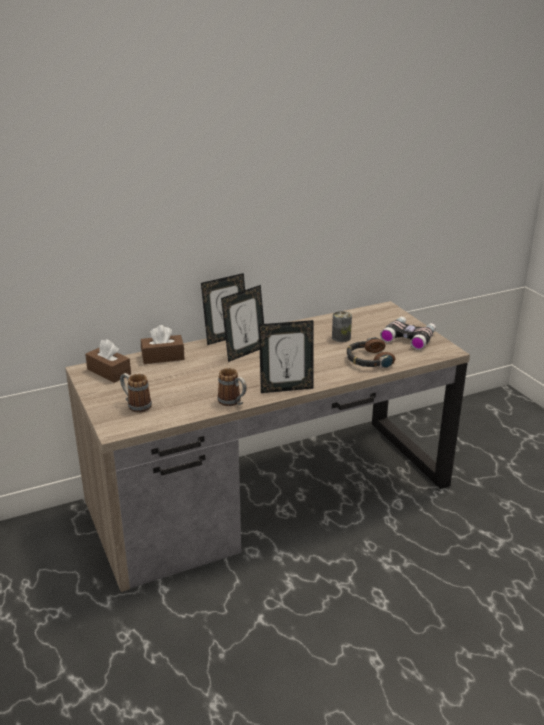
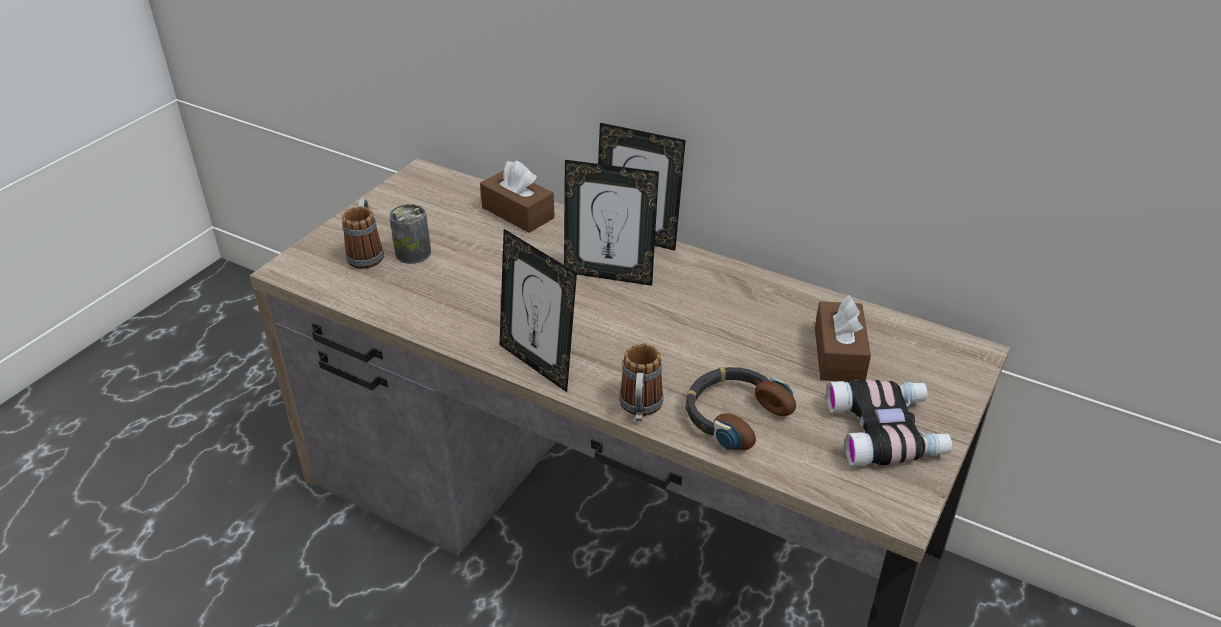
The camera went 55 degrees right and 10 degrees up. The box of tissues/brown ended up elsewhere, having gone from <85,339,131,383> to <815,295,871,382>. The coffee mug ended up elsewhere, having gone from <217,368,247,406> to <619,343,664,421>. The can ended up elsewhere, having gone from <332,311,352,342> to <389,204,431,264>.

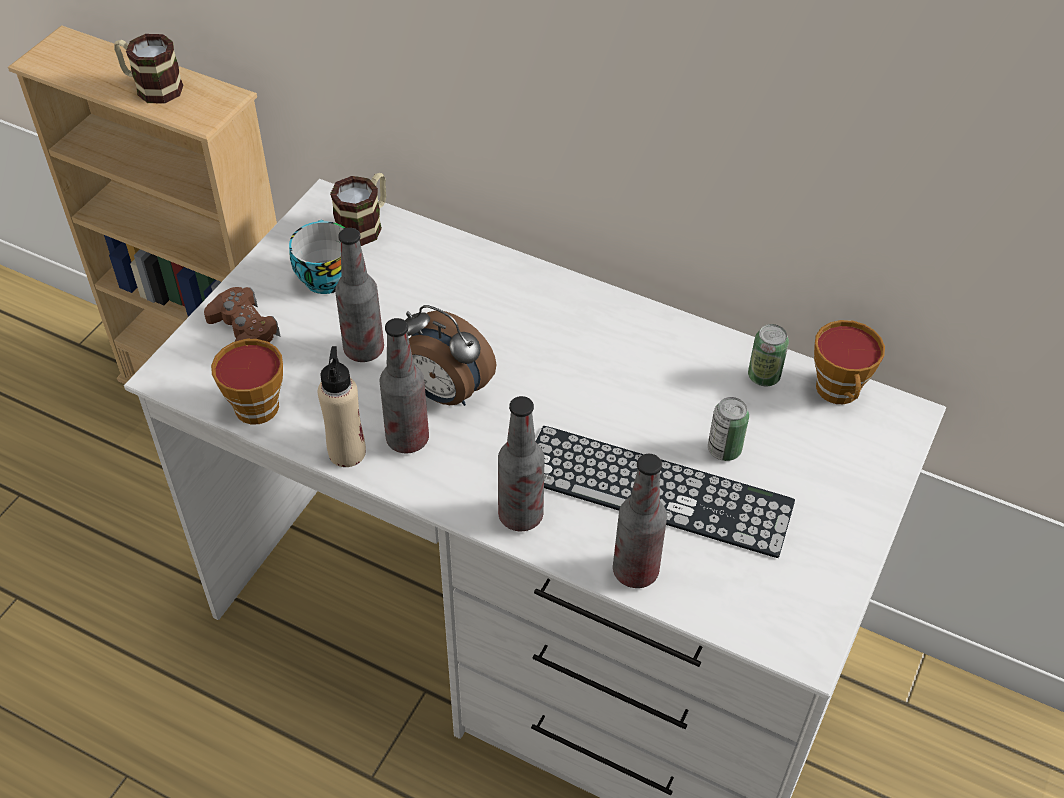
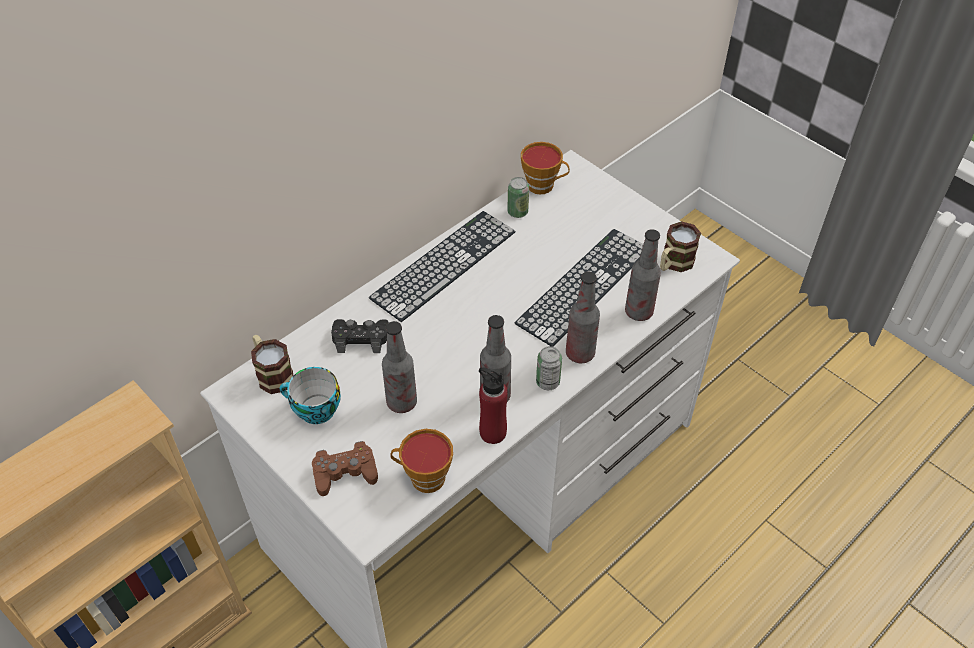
The camera went 70 degrees left and 0 degrees up. The second view lost the table clock at <405,305,496,406>. The second view gained the joypad/black at <331,319,389,353>. The second view gained the PC keyboard at <369,211,516,322>. The coffee mug ended up elsewhere, having gone from <114,34,183,104> to <660,221,701,272>. The can ended up elsewhere, having gone from <708,397,749,461> to <536,346,562,390>. What was the bottle/sand-coloured at <318,346,366,467> turned into the bottle/red at <479,367,508,444>.

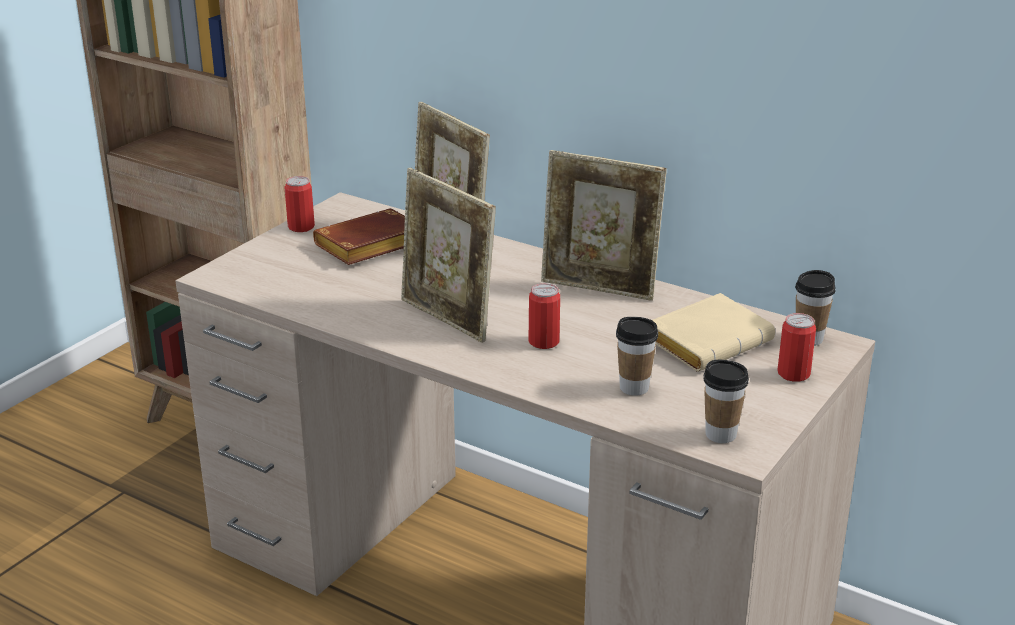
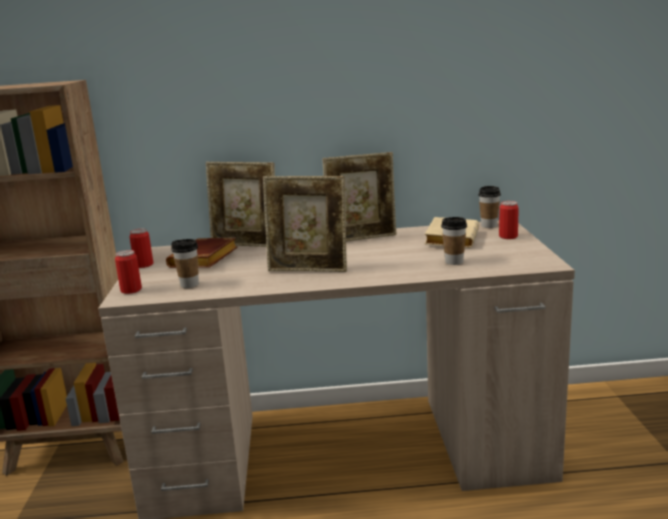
The camera went 35 degrees left and 10 degrees down. The can ended up elsewhere, having gone from <529,283,560,349> to <115,250,142,294>. The cup ended up elsewhere, having gone from <703,360,749,443> to <171,239,199,288>.

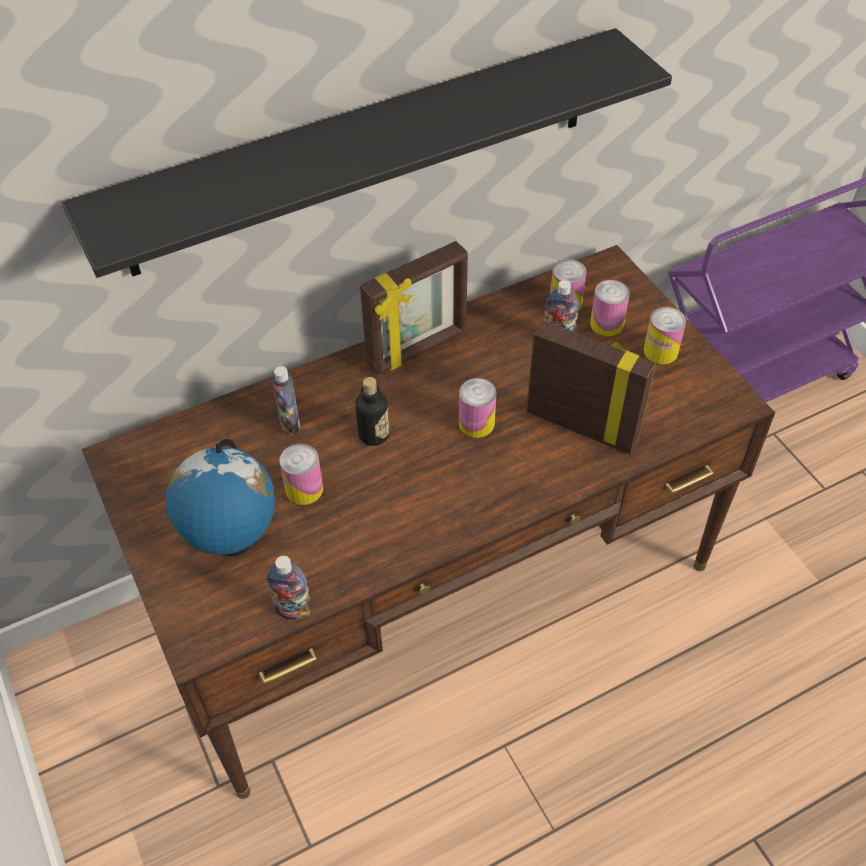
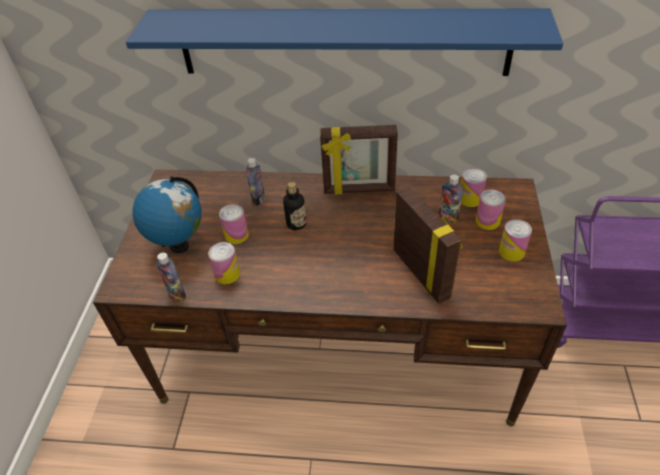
The camera went 35 degrees right and 5 degrees down. The can ended up elsewhere, having gone from <459,378,496,438> to <208,242,240,284>. What was the wall shelf/black at <62,28,672,278> turned into the wall shelf/bluish at <126,8,563,76>.

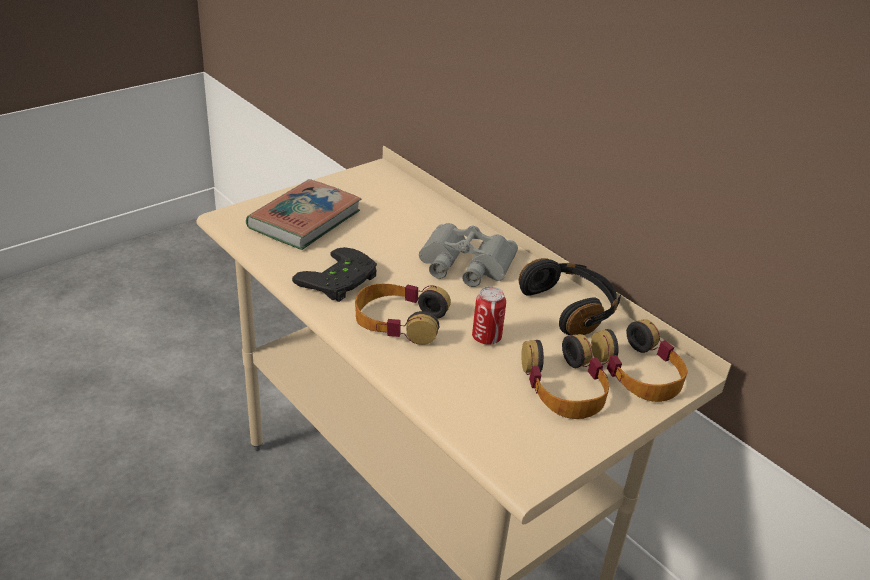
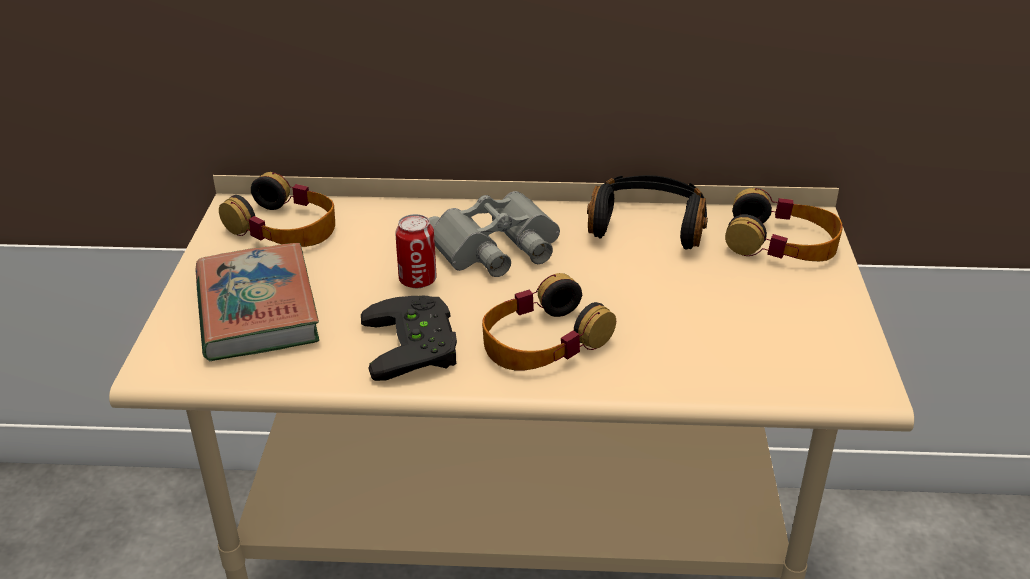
The camera went 45 degrees left and 0 degrees up. The can ended up elsewhere, having gone from <472,287,506,345> to <395,214,437,288>. The headphones ended up elsewhere, having gone from <521,334,609,419> to <219,172,335,247>.

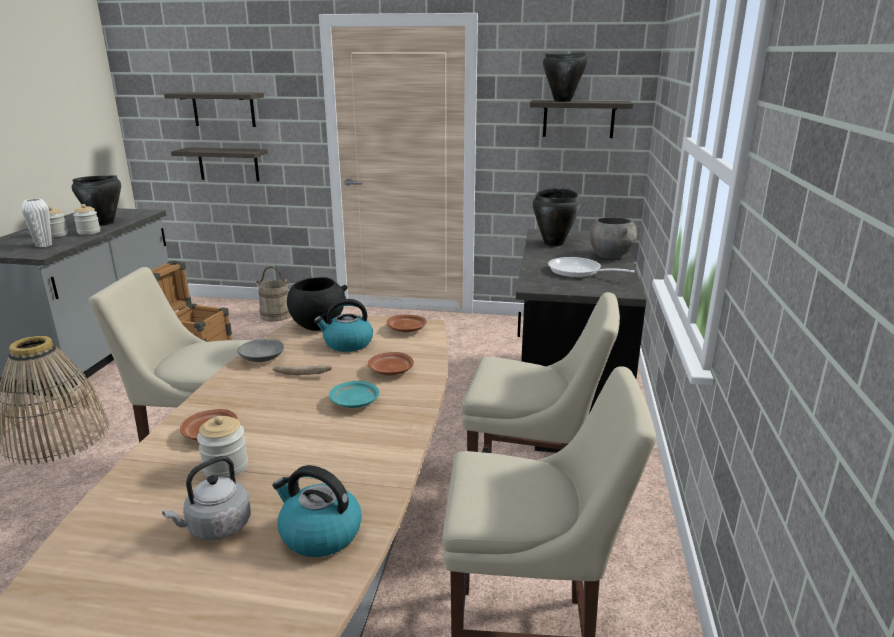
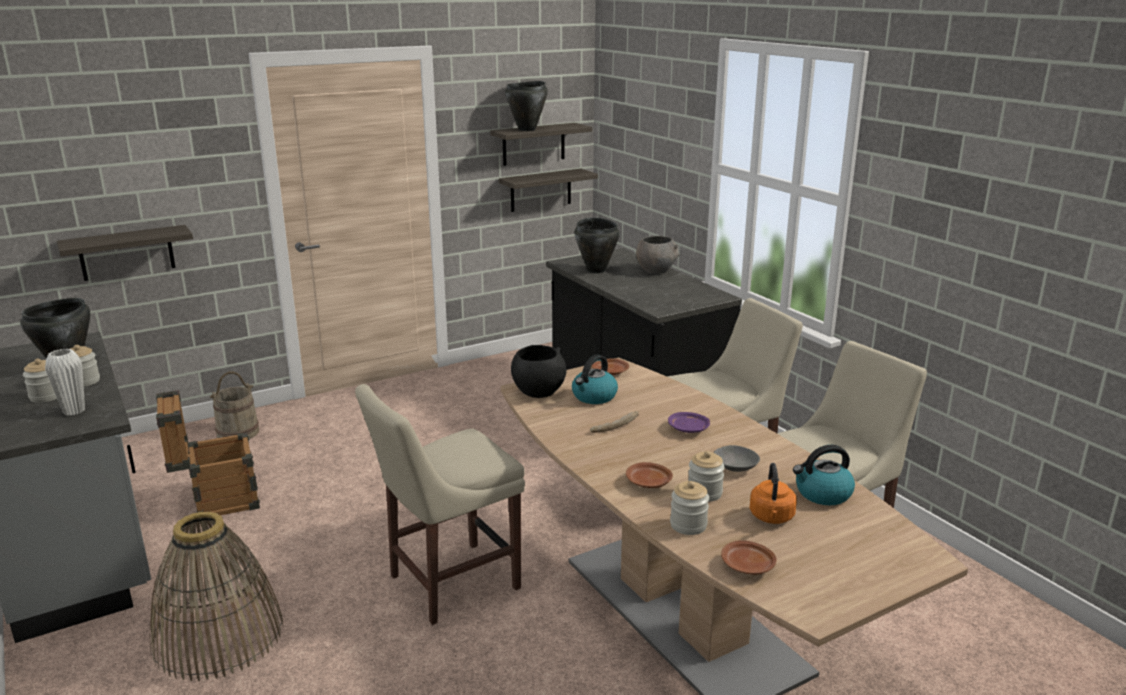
The camera went 40 degrees left and 0 degrees up. The second view lost the frying pan at <548,257,635,278>. The second view gained the preserve jar at <670,481,709,535>. The wall shelf ended up elsewhere, having gone from <164,92,264,127> to <499,169,598,212>. The deep dish/gray ended up elsewhere, having gone from <237,339,284,362> to <714,445,760,472>. The plate/brown ended up elsewhere, having gone from <368,352,414,375> to <721,540,777,575>. What was the kettle/gray at <162,456,251,540> turned into the kettle/orangey at <750,463,797,524>. What was the plate/turquoise-coloured at <329,381,380,408> turned into the plate/purple at <668,412,710,433>.

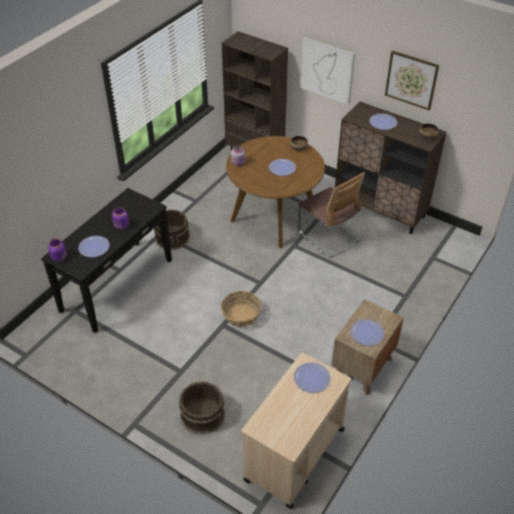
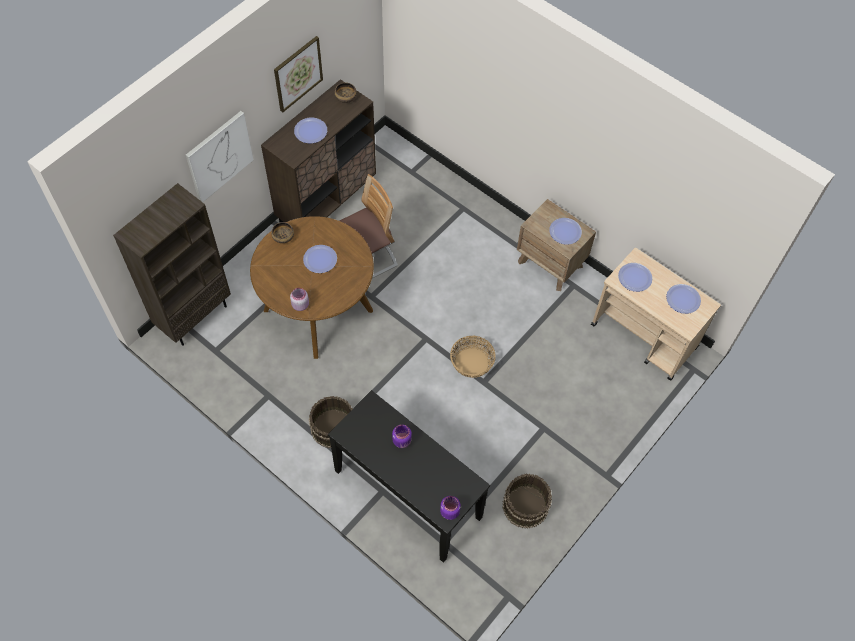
The camera went 85 degrees left and 15 degrees up. The plate ended up elsewhere, having gone from <78,236,110,257> to <666,284,701,314>. The bucket/brown ended up elsewhere, having gone from <179,381,225,434> to <502,473,552,529>.

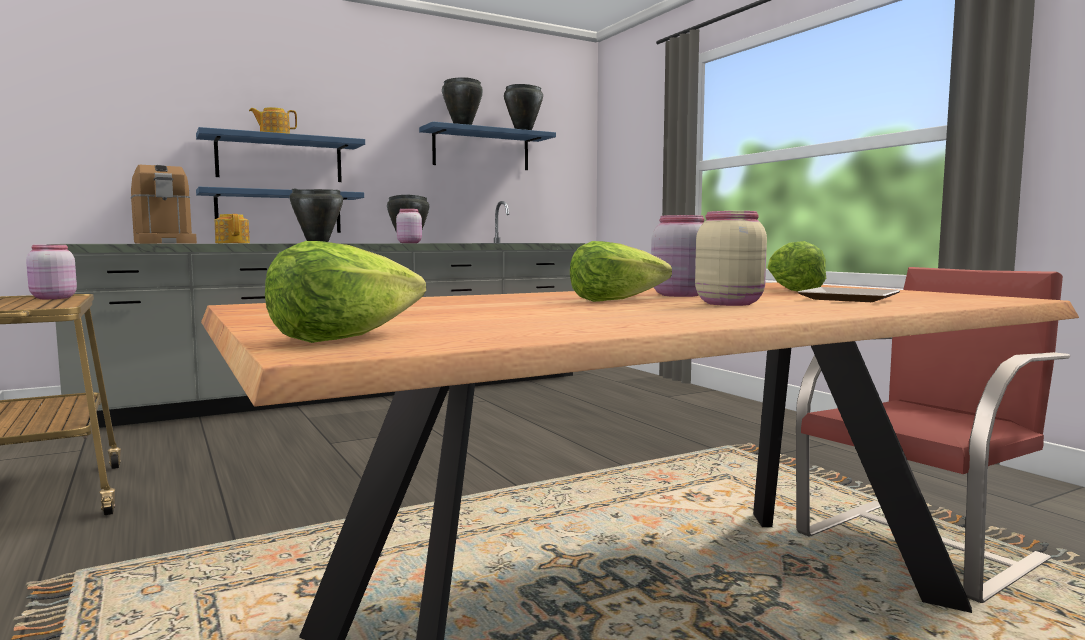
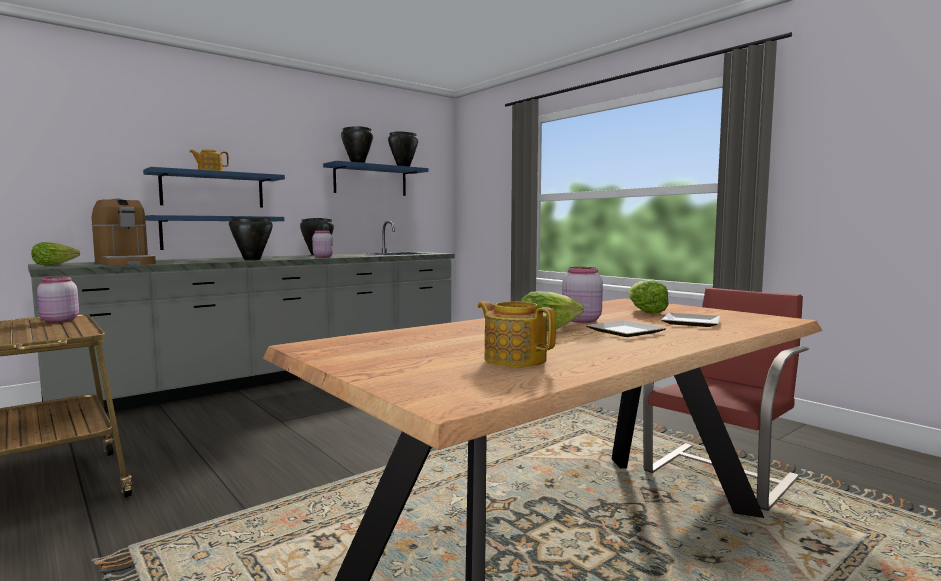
The camera went 10 degrees left and 0 degrees up. The pot for tea ended up elsewhere, having gone from <215,214,250,243> to <477,301,556,367>. The lettuce ended up elsewhere, having gone from <265,241,426,343> to <31,242,80,266>. Where the preserve jar/sand-coloured stood at <695,211,767,306>, the plate came to stand at <586,320,666,337>.

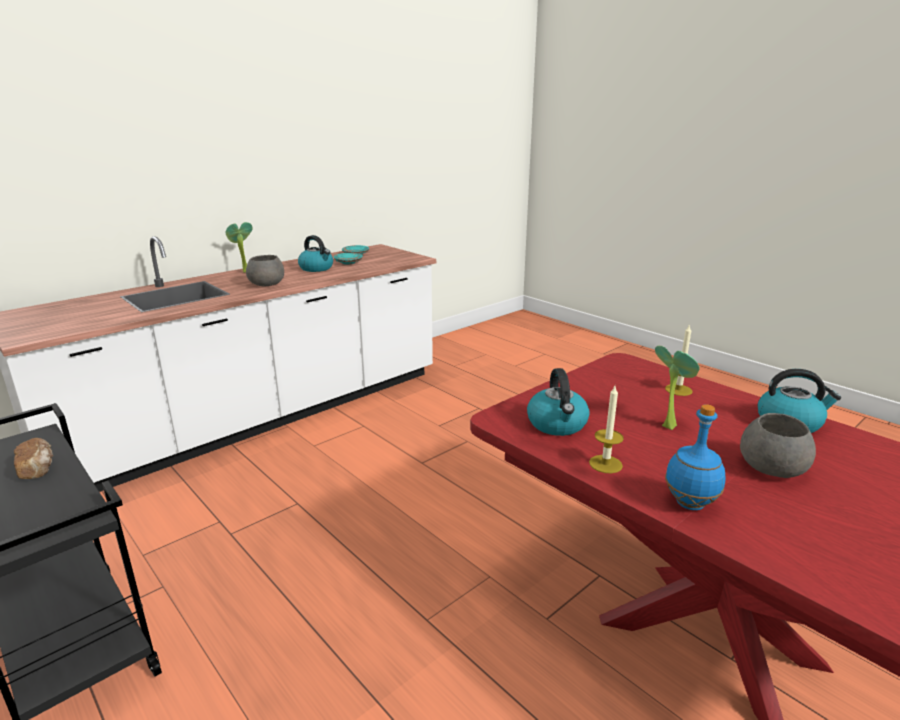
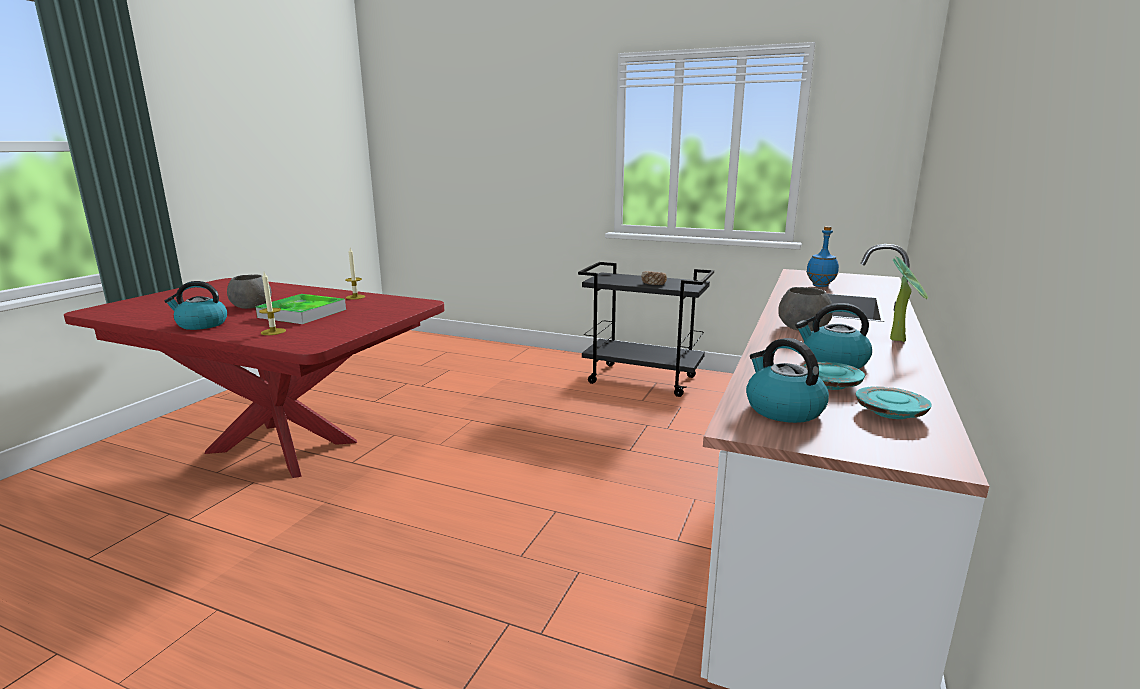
The camera went 155 degrees right and 5 degrees down. The kettle ended up elsewhere, having gone from <527,368,590,436> to <746,338,829,423>. The bottle/bluish ended up elsewhere, having gone from <665,404,726,510> to <806,226,839,287>. Where the houseplant stood at <655,346,700,430>, the tray came to stand at <256,294,346,324>.

